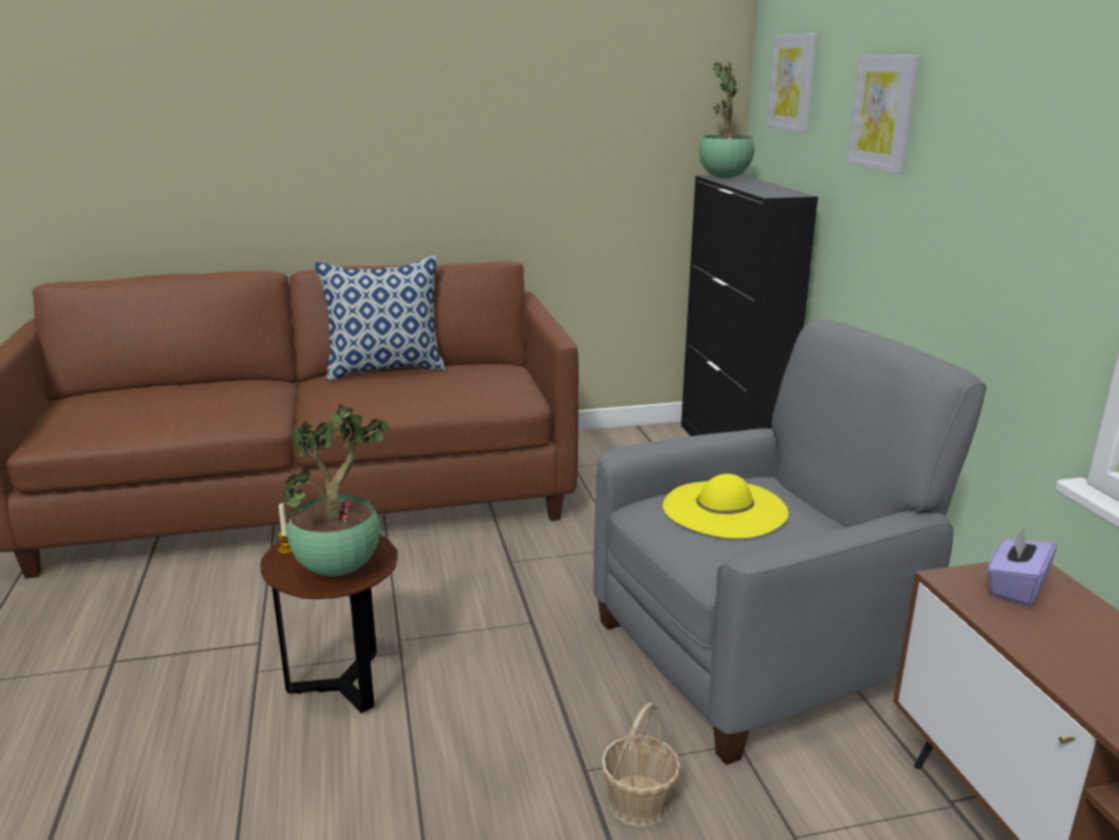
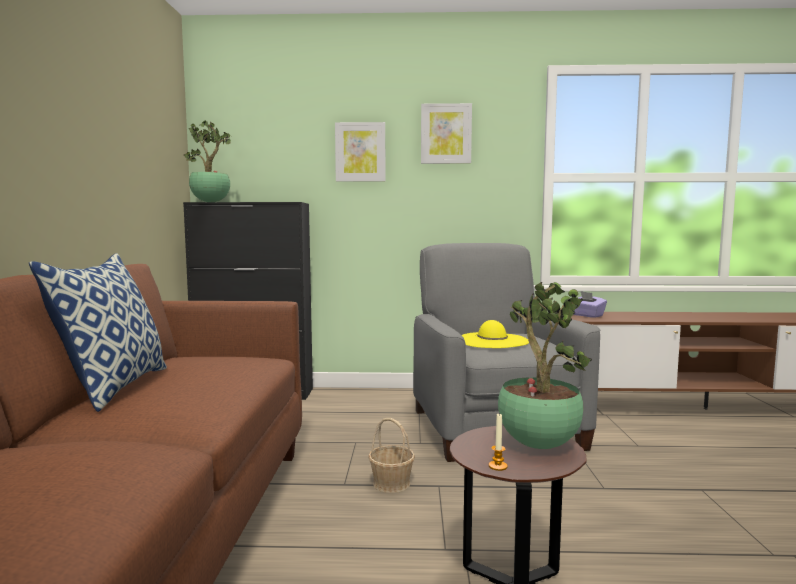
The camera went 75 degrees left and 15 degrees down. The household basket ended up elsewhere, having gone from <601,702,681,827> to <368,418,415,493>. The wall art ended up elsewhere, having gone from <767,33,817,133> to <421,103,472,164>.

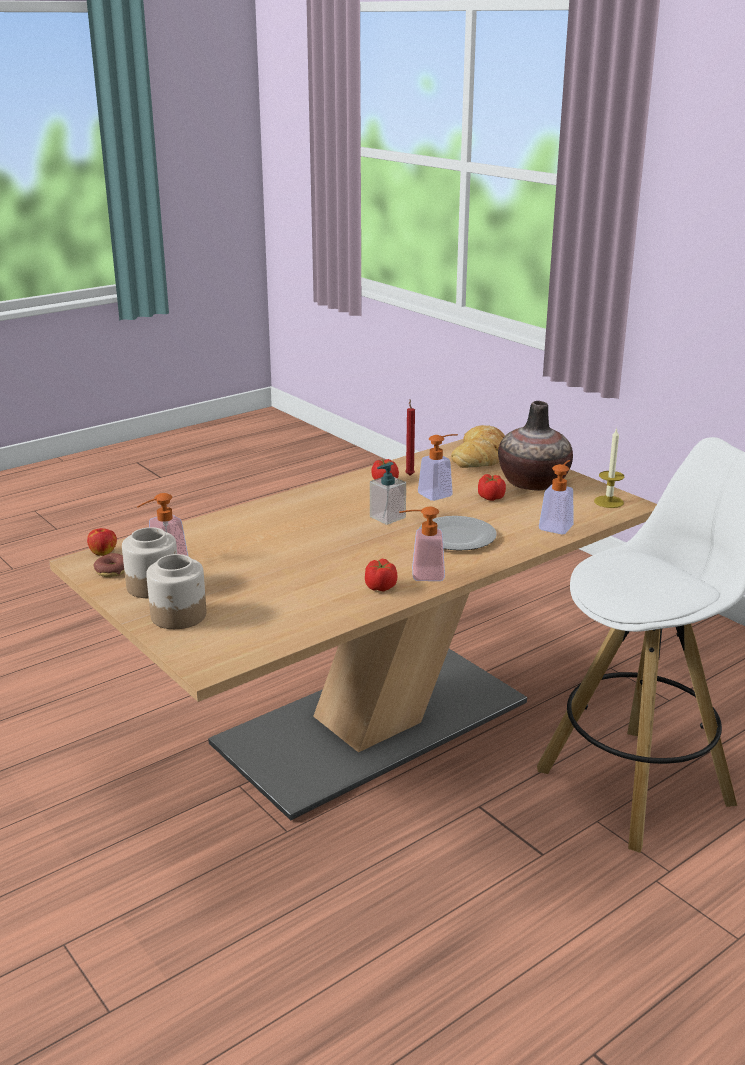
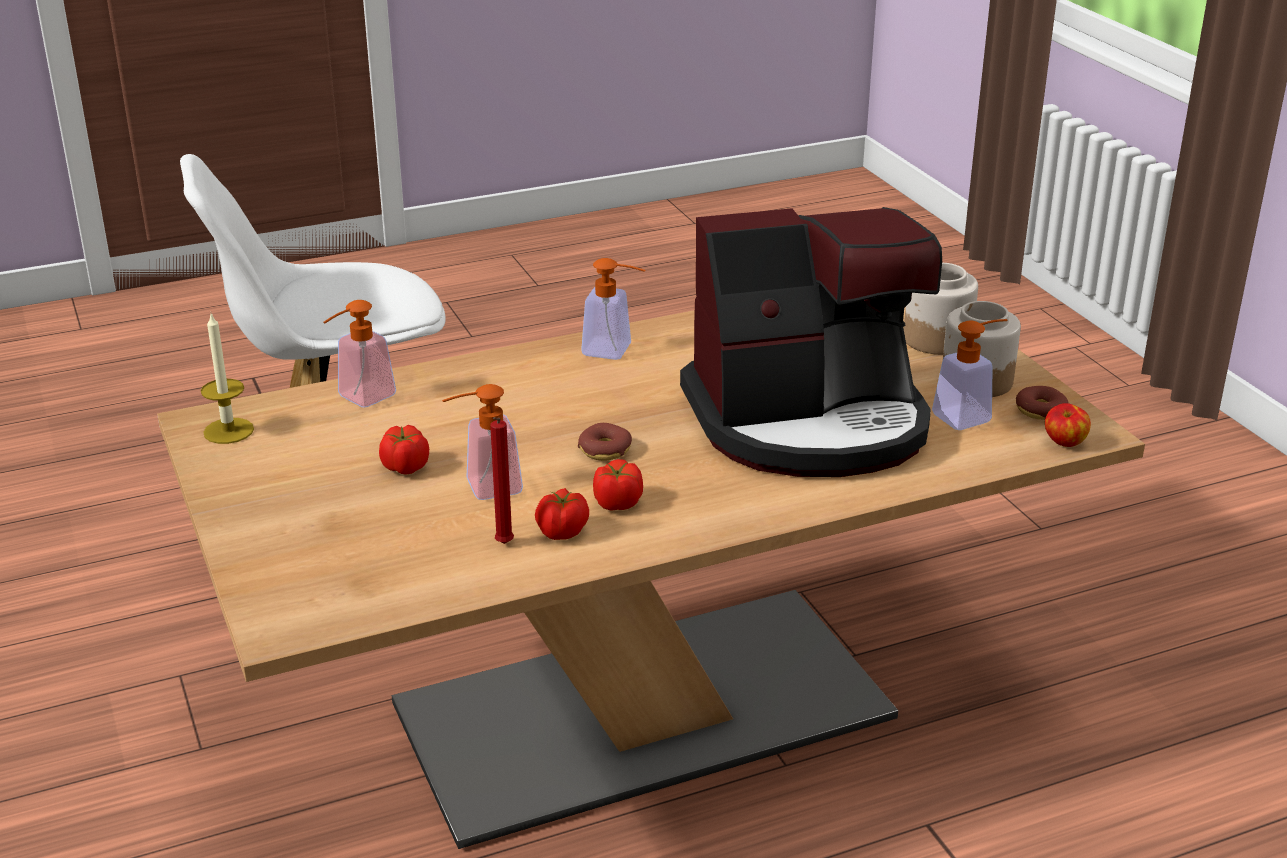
The camera went 165 degrees left and 5 degrees up. The second view lost the plate at <419,516,497,551>. The second view lost the baked bread at <451,425,505,468>. The second view lost the decorative vase at <498,401,573,491>. The second view gained the coffee maker at <680,207,942,477>. The fresh tomato ended up elsewhere, having gone from <365,559,397,591> to <593,459,643,511>. Where the soap dispenser stood at <370,462,406,525>, the ring doughnut came to stand at <578,423,632,461>.

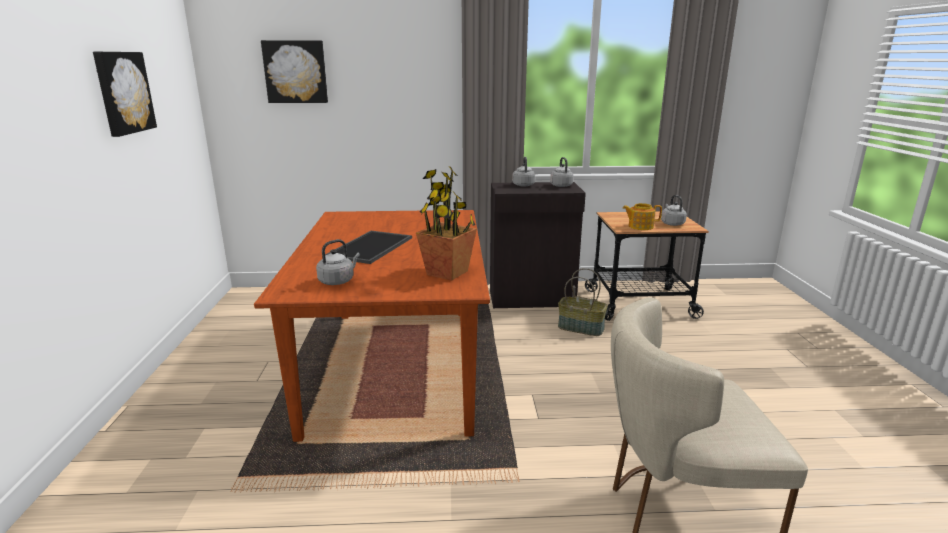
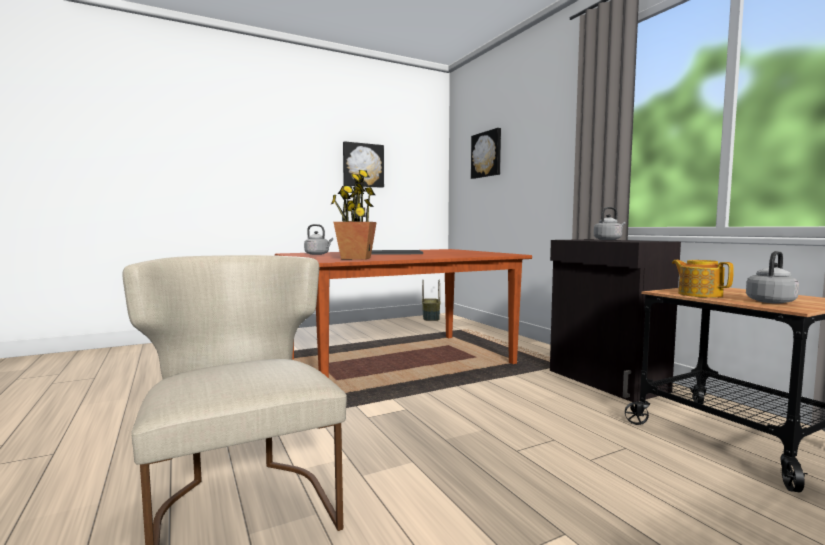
The camera went 65 degrees right and 15 degrees down. The second view lost the kettle/gray at <550,157,574,187>. The household basket ended up elsewhere, having gone from <558,268,608,336> to <422,280,440,321>.

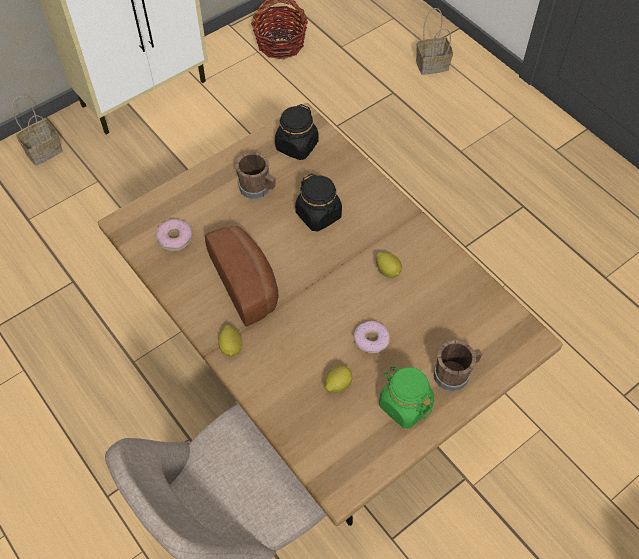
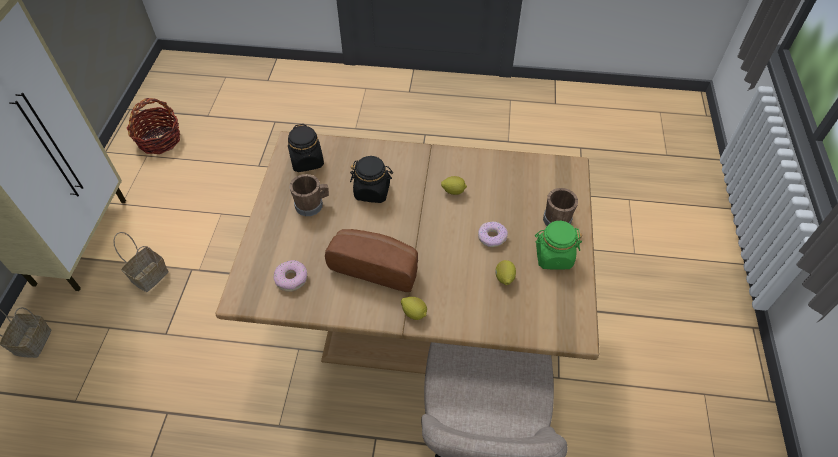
The camera went 45 degrees left and 5 degrees down. The household basket ended up elsewhere, having gone from <416,8,453,75> to <113,232,169,292>.

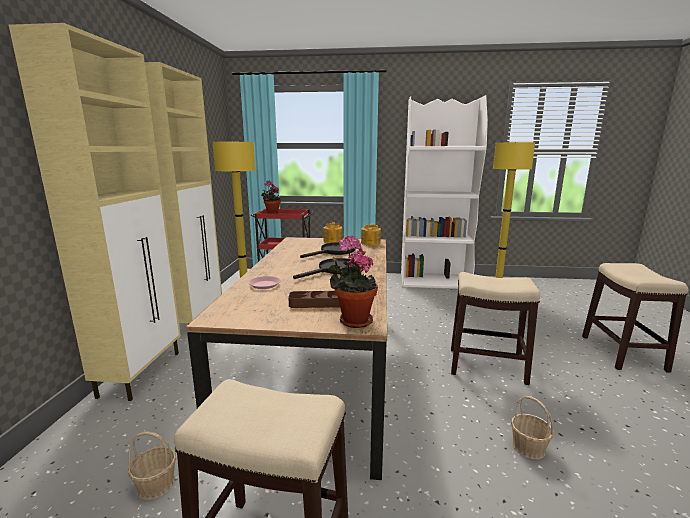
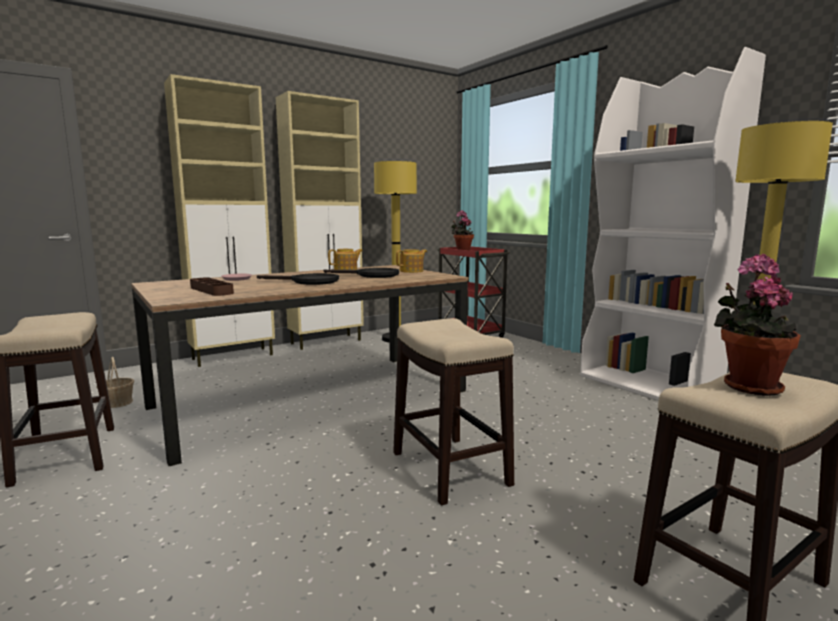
The camera went 50 degrees right and 5 degrees down. The second view lost the household basket at <511,396,554,459>. The houseplant ended up elsewhere, having gone from <328,235,378,328> to <714,254,801,396>. The pot for tea ended up elsewhere, having gone from <361,223,381,245> to <328,249,363,270>.

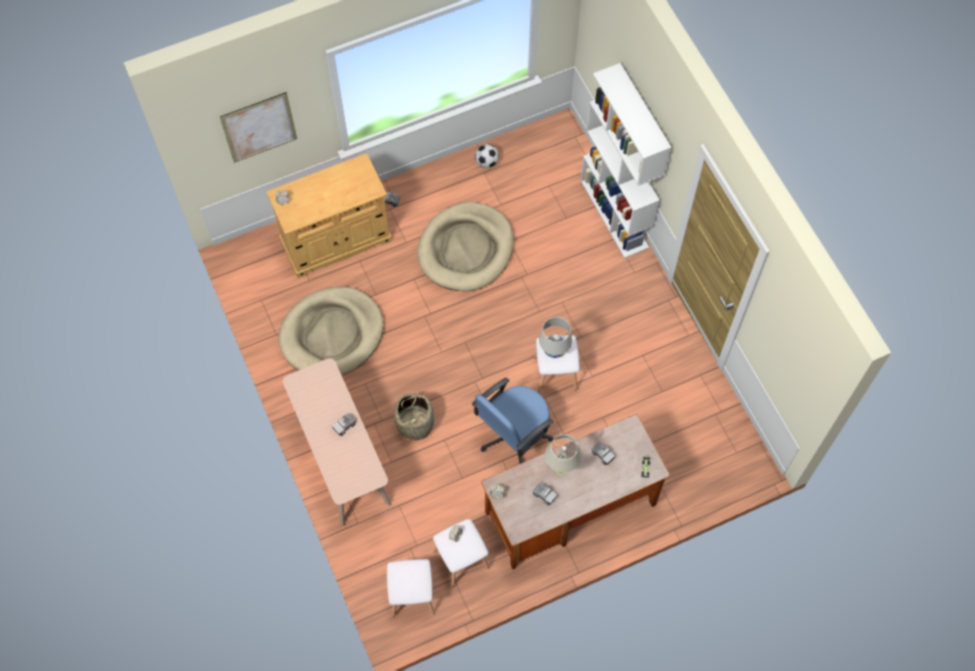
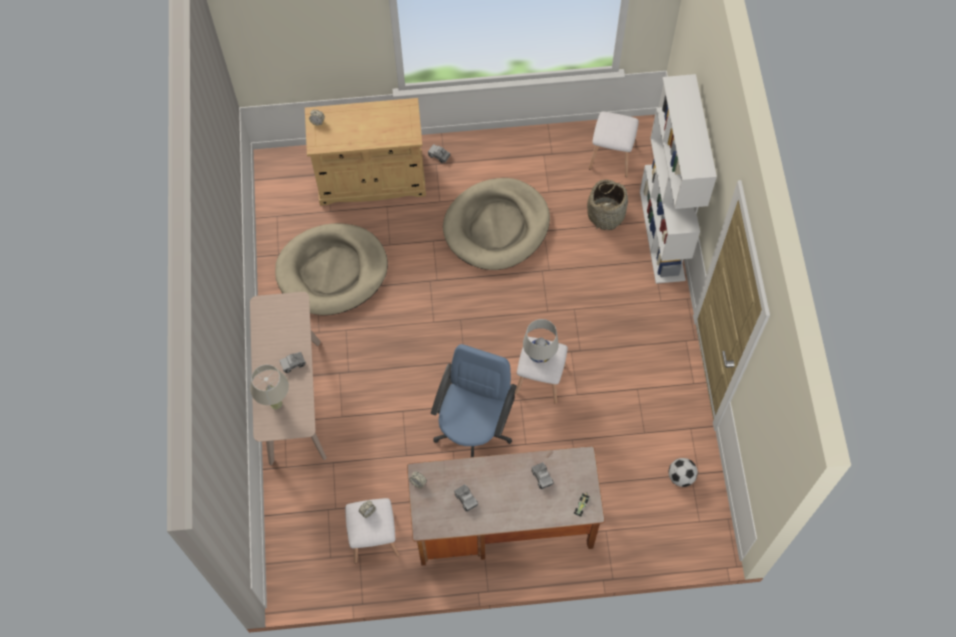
The camera went 20 degrees right and 0 degrees up. The second view lost the wall art at <220,92,297,163>. The sitting stool/white ended up elsewhere, having gone from <387,559,435,618> to <589,111,639,177>. The household basket ended up elsewhere, having gone from <394,390,434,443> to <587,179,628,230>. The ball for football ended up elsewhere, having gone from <475,144,499,168> to <668,458,698,487>. The tabletop lamp/sand-coloured ended up elsewhere, having gone from <545,434,582,475> to <250,365,289,409>. The office chair/bluish at <472,378,554,464> ended up facing another way, 135 degrees clockwise from before.

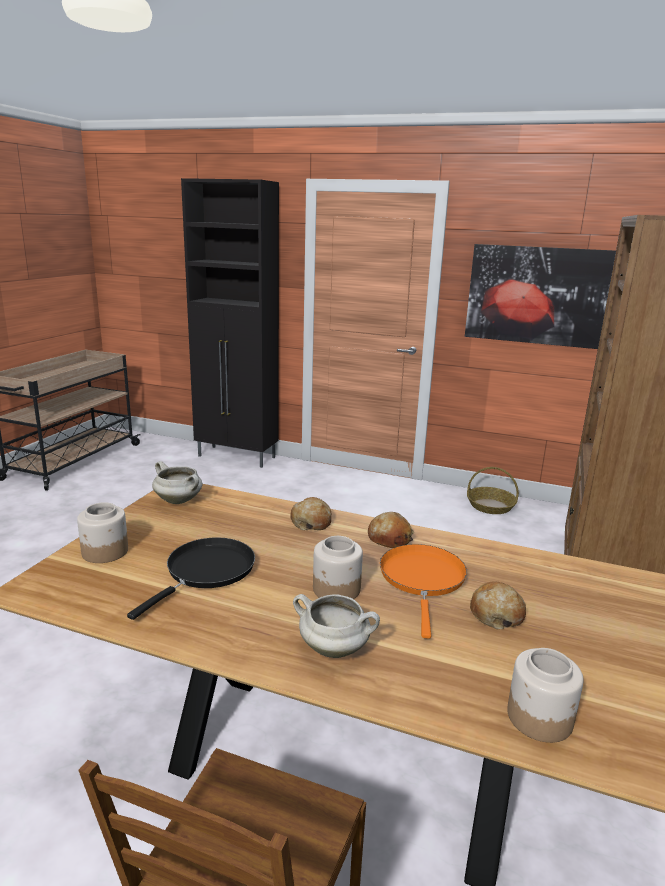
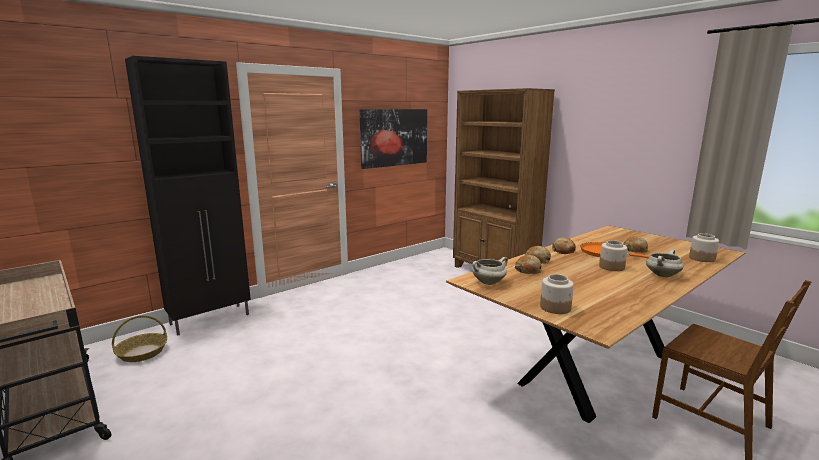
The camera went 60 degrees left and 5 degrees down. The second view lost the frying pan/black at <127,537,255,620>. The second view gained the baked bread at <515,255,542,274>. The household basket ended up elsewhere, having gone from <467,467,519,514> to <112,315,167,362>.

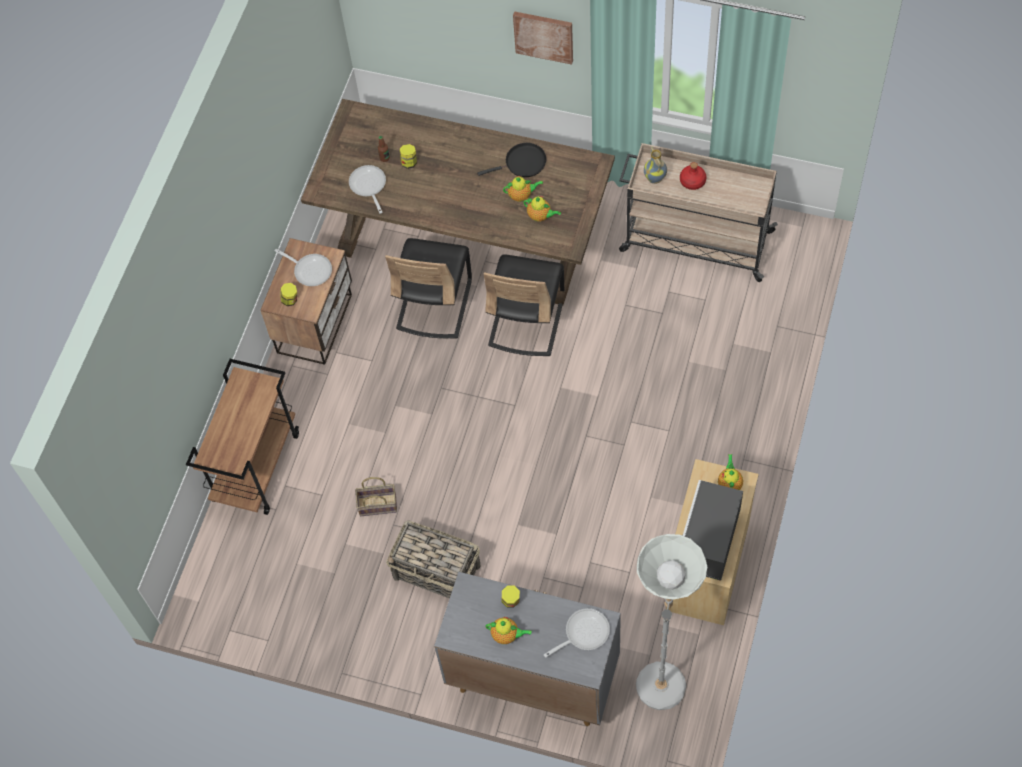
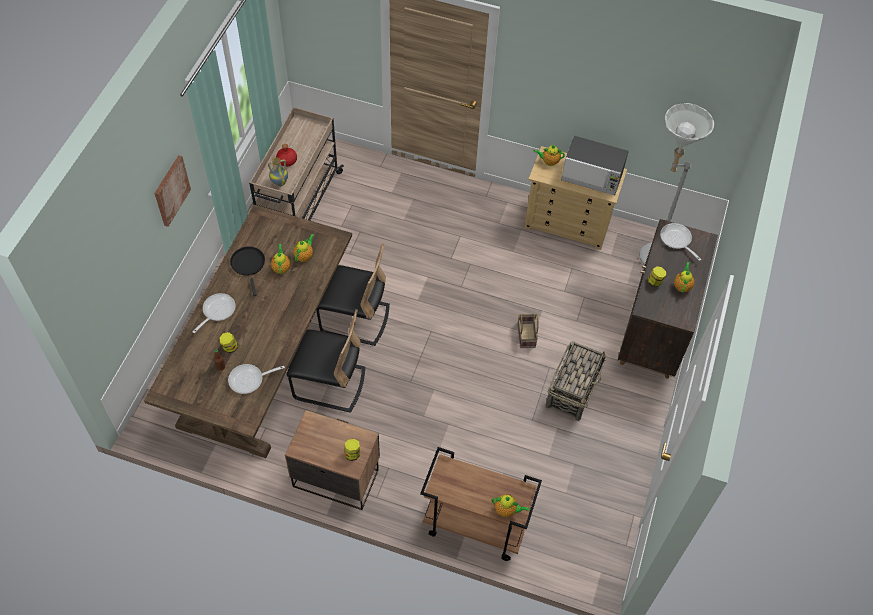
The camera went 95 degrees left and 5 degrees down. The second view gained the pot for tea at <491,494,530,517>. The frying pan ended up elsewhere, having gone from <275,249,332,286> to <193,293,236,333>. The household basket ended up elsewhere, having gone from <355,477,397,516> to <517,314,538,348>. What was the cupboard/gray at <434,572,621,726> turned into the cupboard/brown at <618,219,718,378>.

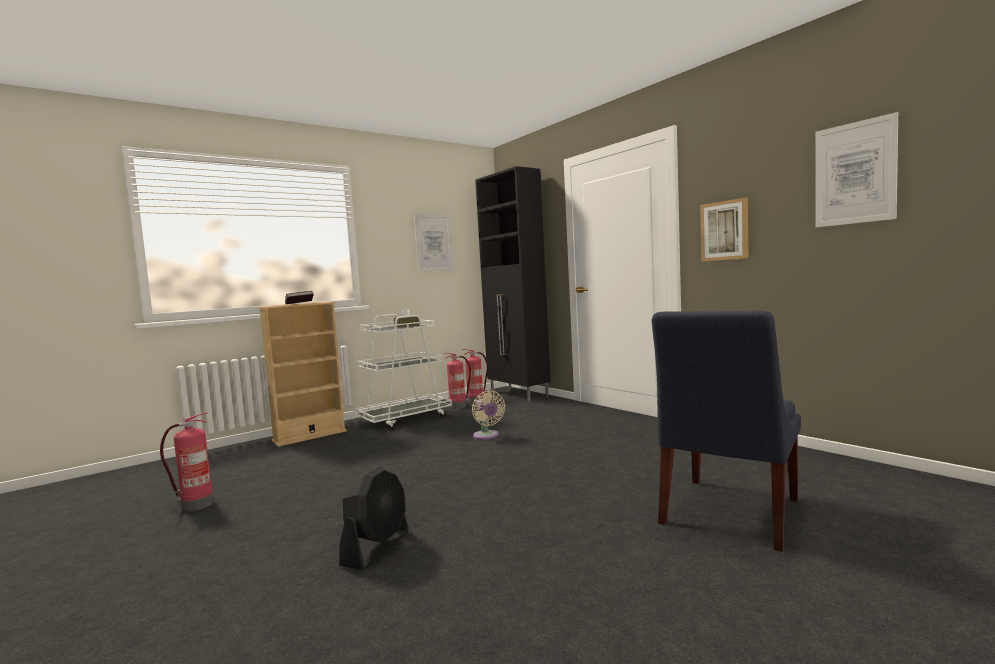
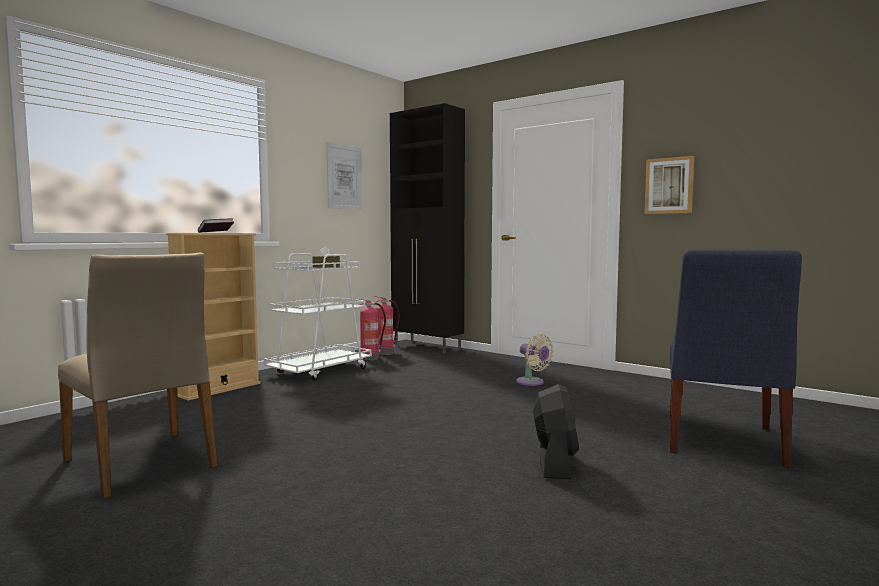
The camera went 15 degrees left and 0 degrees up. The second view lost the wall art at <815,112,898,227>. The fan/black ended up elsewhere, having gone from <339,467,409,570> to <532,384,579,479>. The fan/sand-coloured ended up elsewhere, having gone from <472,390,505,440> to <516,334,554,386>. Where the extinguisher stood at <160,412,214,511>, the plain chair/sand-coloured came to stand at <58,252,218,499>.

